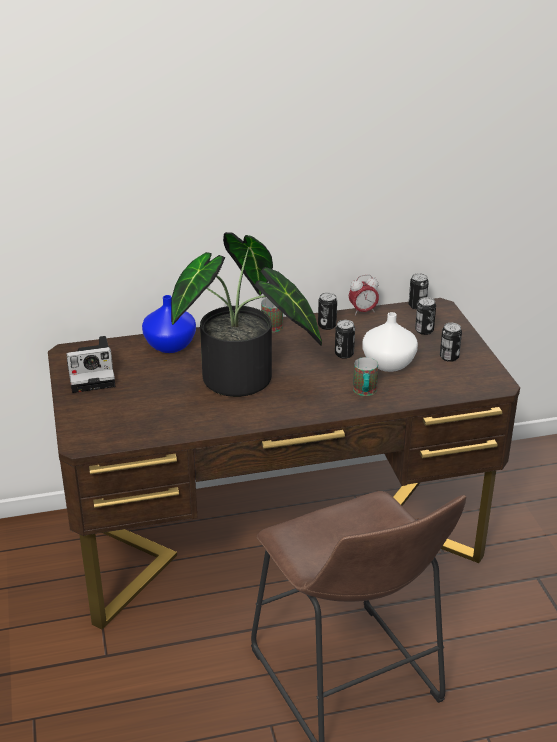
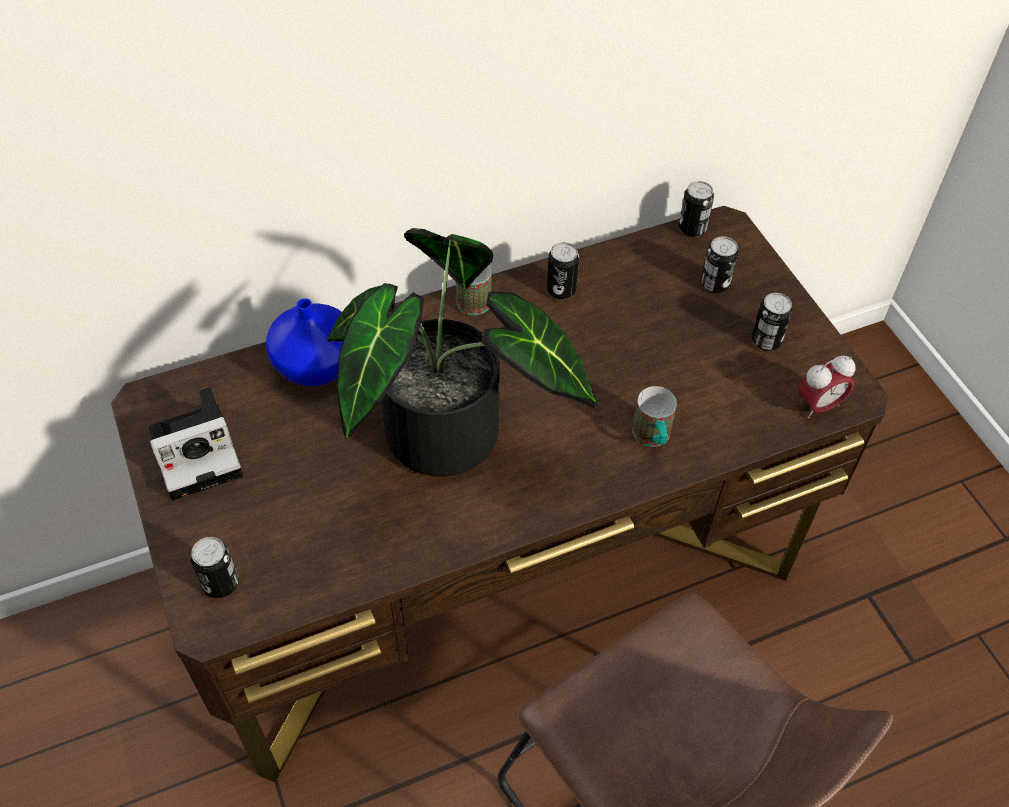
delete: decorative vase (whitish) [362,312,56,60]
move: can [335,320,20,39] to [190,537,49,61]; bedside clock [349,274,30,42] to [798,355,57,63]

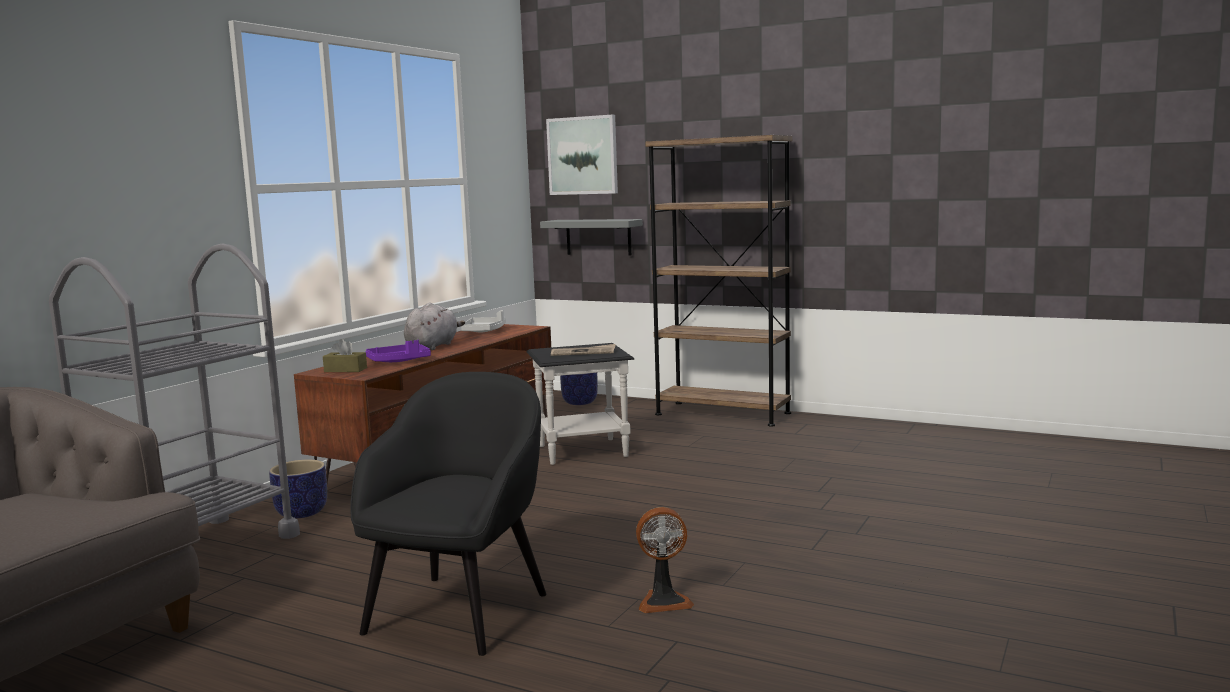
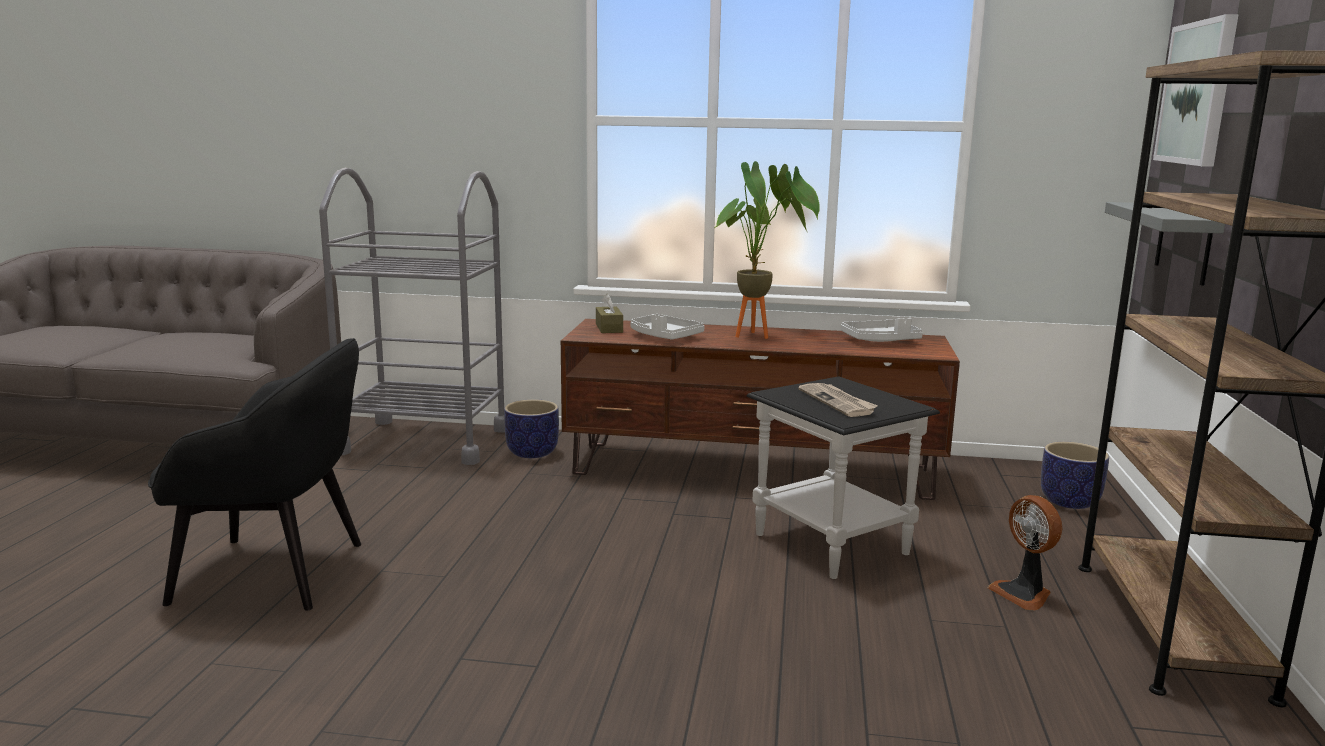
move: electric fan [636,507,58,106] to [988,495,74,115]
replace: soft toy (grey) [404,303,61,47] to plant in a pot [715,161,104,178]
recolor: serving tray (purplish) [365,340,66,22] to serving tray (grey) [630,314,75,26]

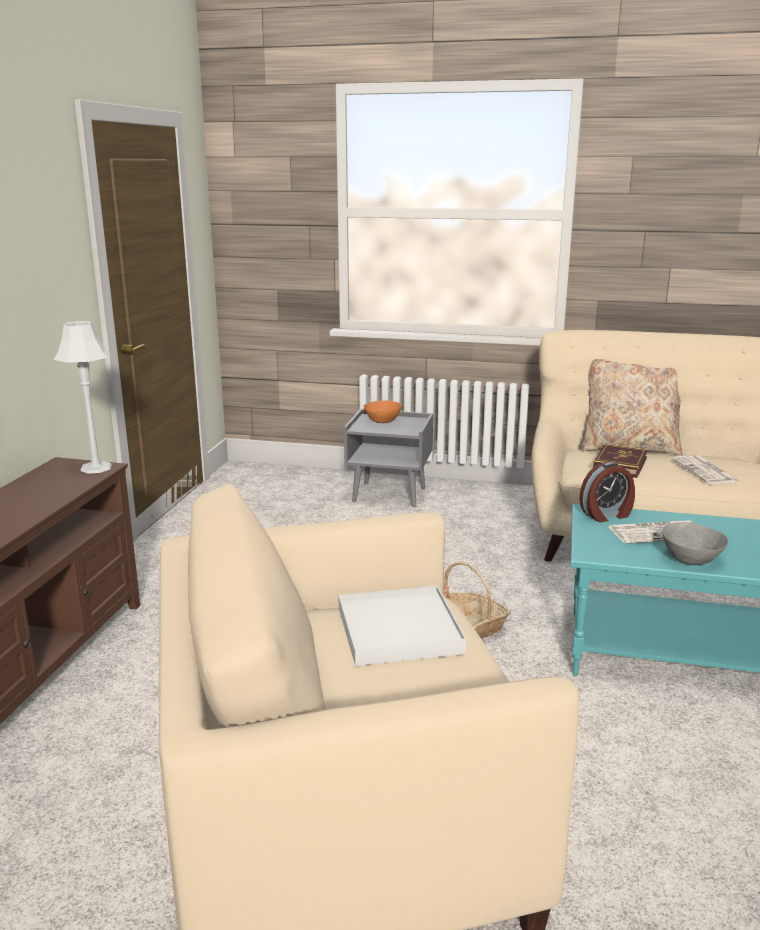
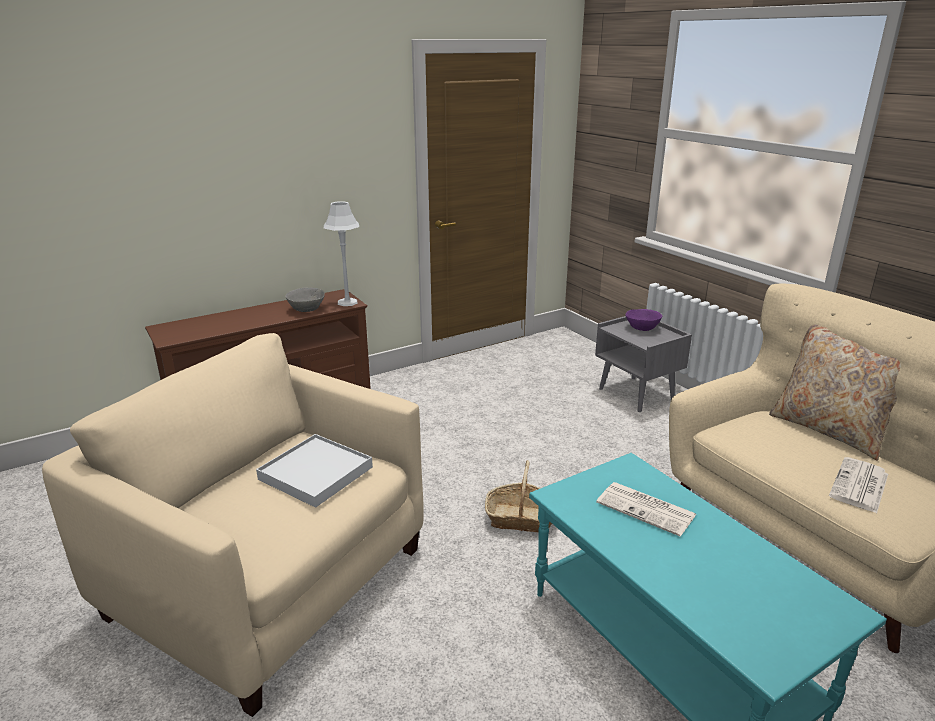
delete: bedside clock [579,462,56,60]; volume [593,444,55,34]
move: serving bowl (grey) [662,522,66,43] to [285,287,40,25]
recolor: serving bowl (orange-coloured) [363,401,39,22] to serving bowl (purplish) [626,309,36,22]

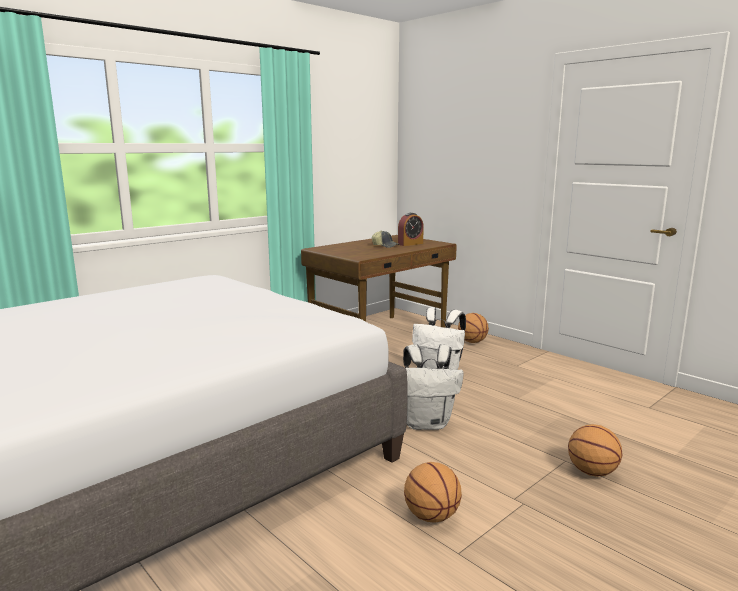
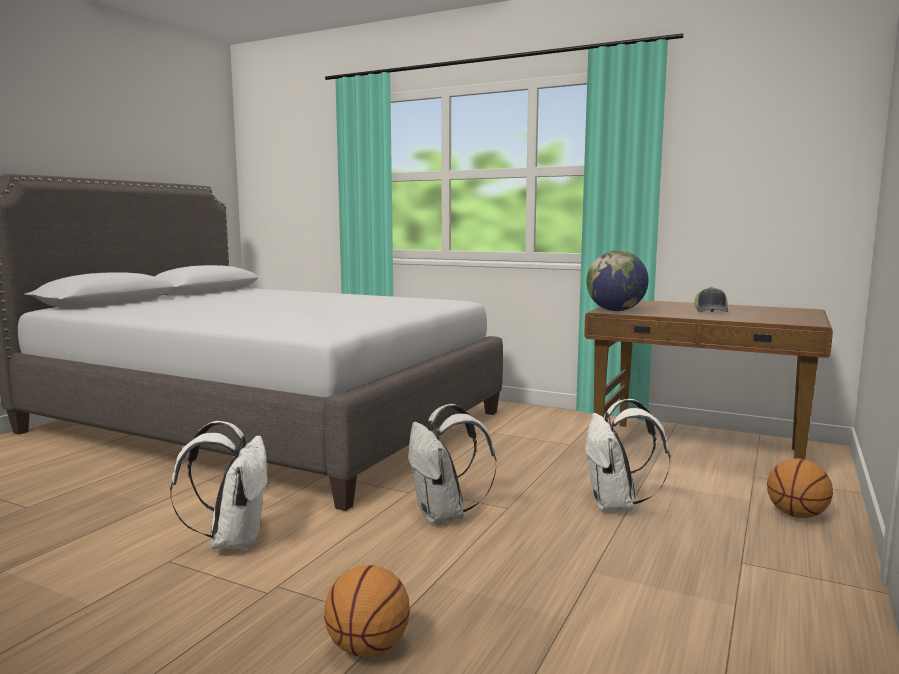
delete: bedside clock [398,213,26,33]
insert: world globe [586,250,63,61]
replace: basketball [404,462,58,61] to backpack (whitish) [170,421,99,129]

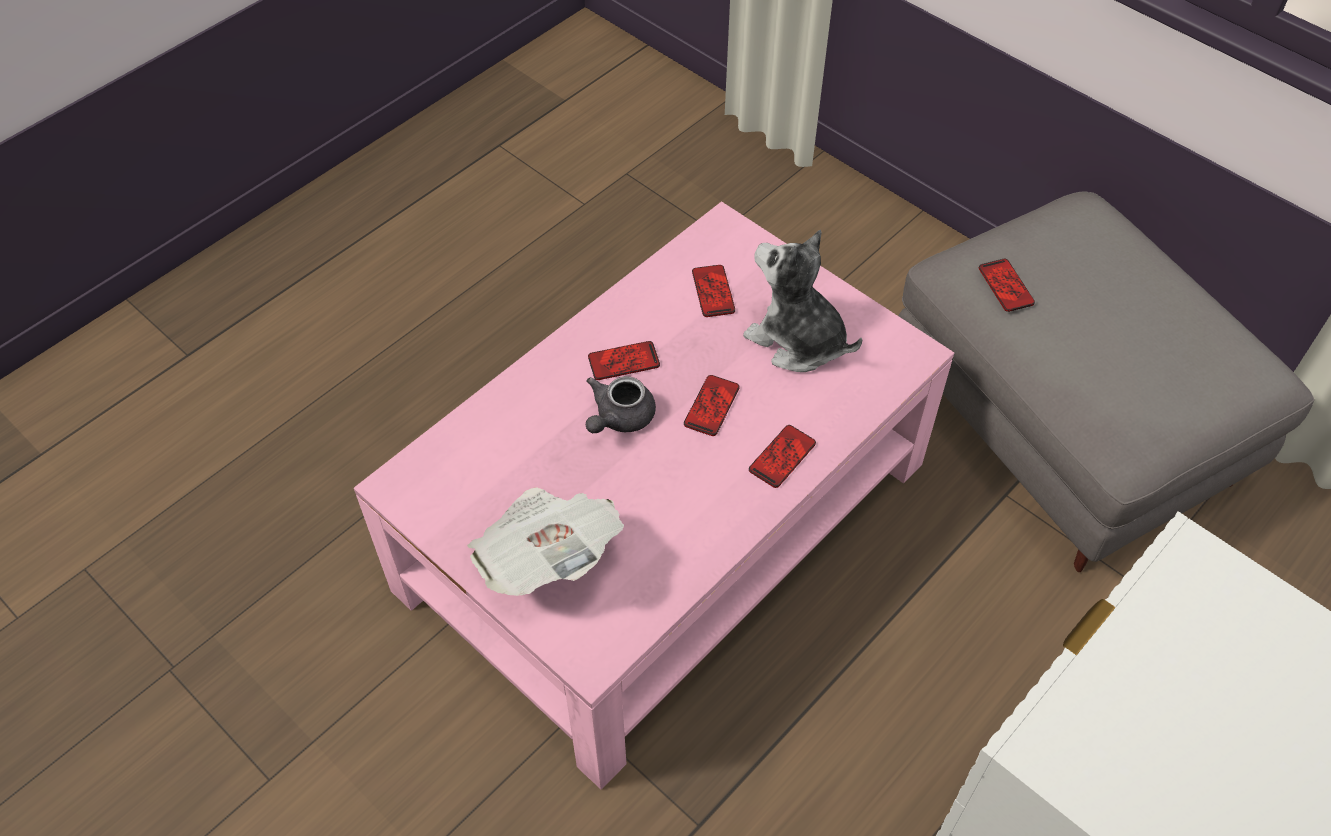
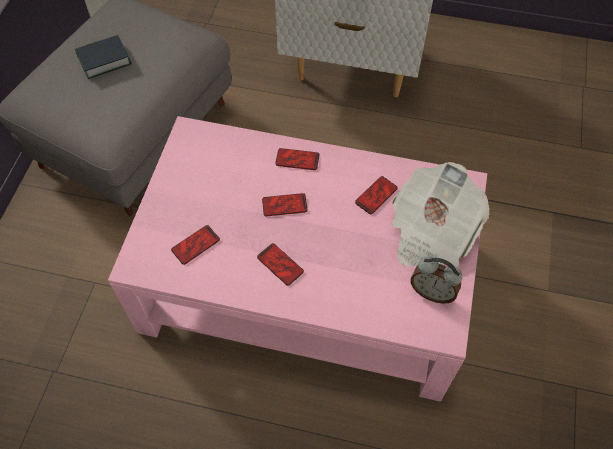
delete: pot for tea (grey) [586,376,70,57]; soft toy [743,230,119,142]
insert: volume [75,35,57,44]; bedside clock [411,256,51,48]
move: handset [979,259,56,53] to [355,176,43,38]

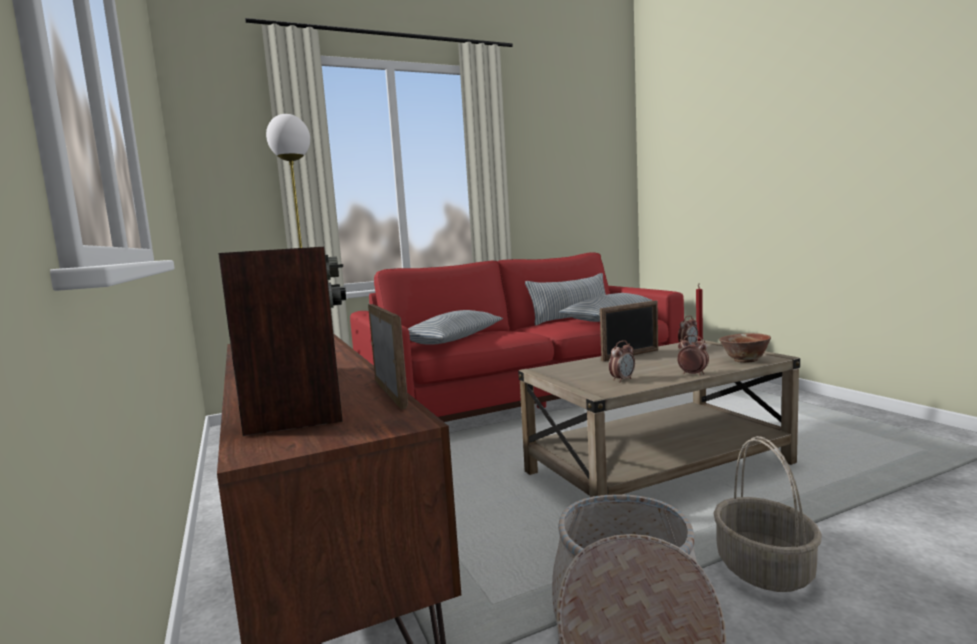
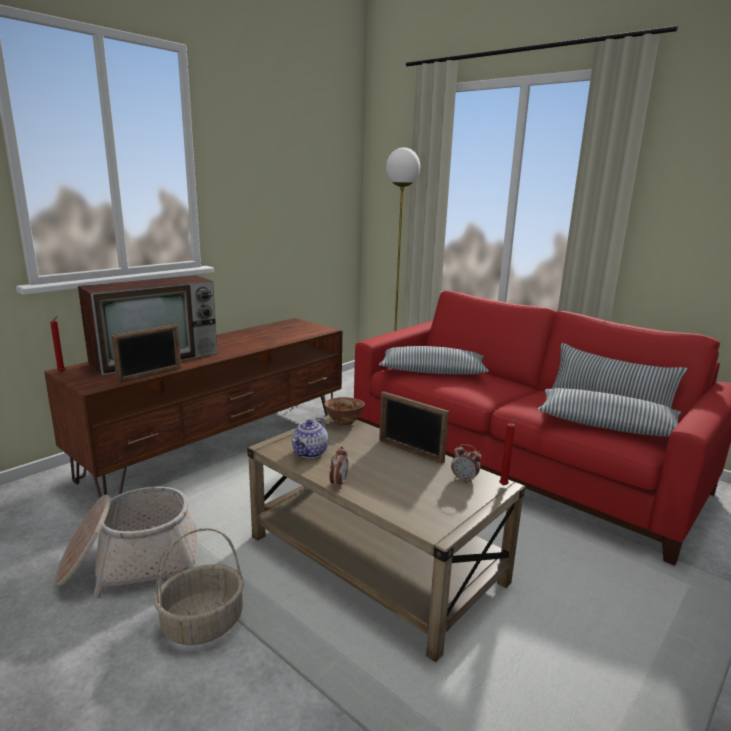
insert: wax light (red-coloured) [50,316,15,56]
move: serving bowl [719,333,52,30] to [324,397,41,28]
replace: bedside clock [609,340,26,42] to pot for tea [292,417,36,41]

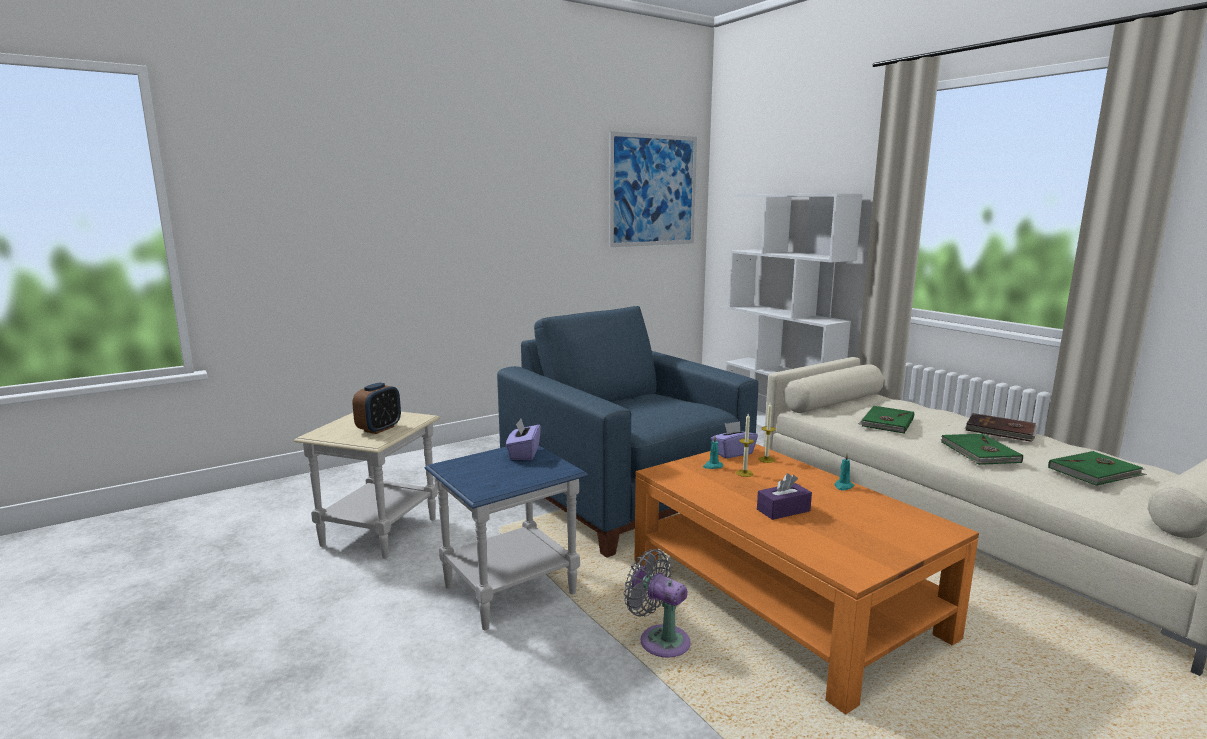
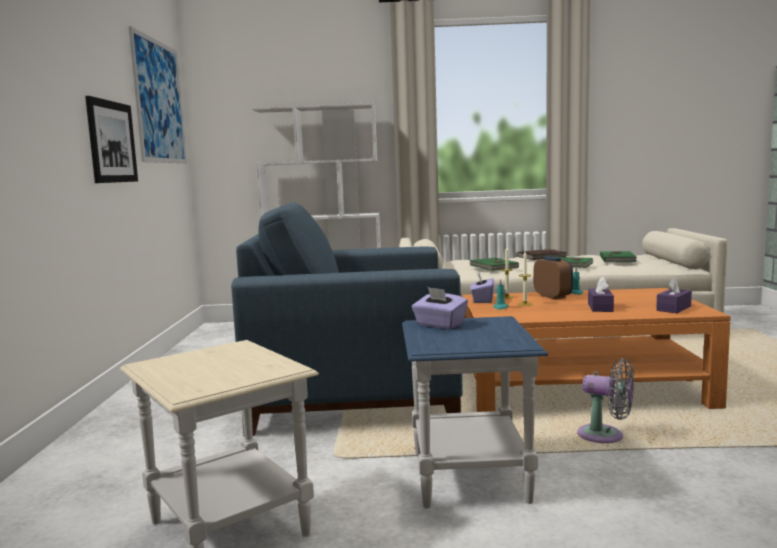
insert: wall art [85,96,53,87]; box of tissues (purplish) [656,276,36,37]
move: bedside clock [353,382,48,52] to [534,256,39,43]
rotate: electric fan (grey) [624,549,67,109] = [577,358,57,85] 135 degrees counterclockwise

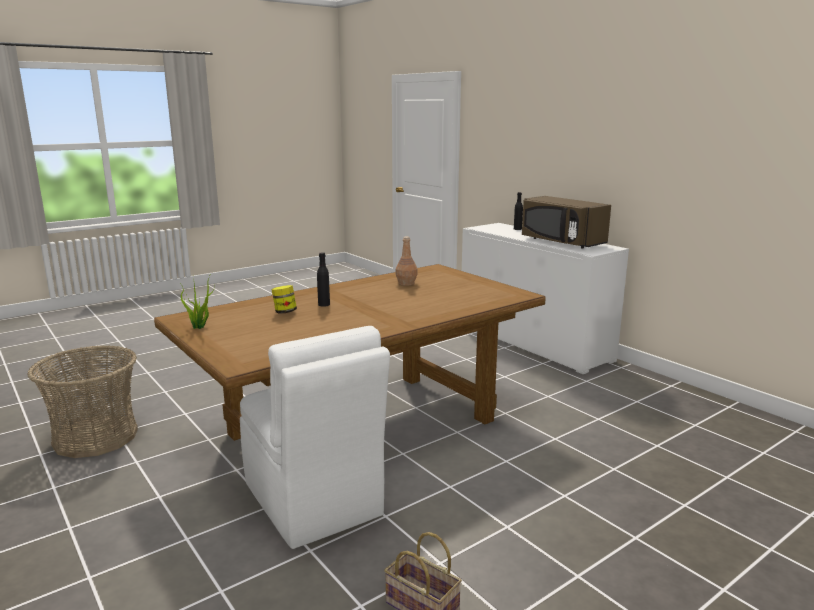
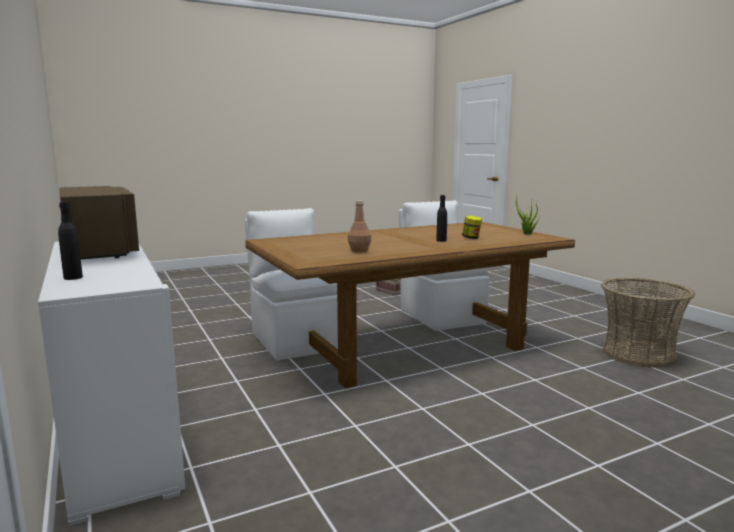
insert: chair (whitish) [245,208,93,152]

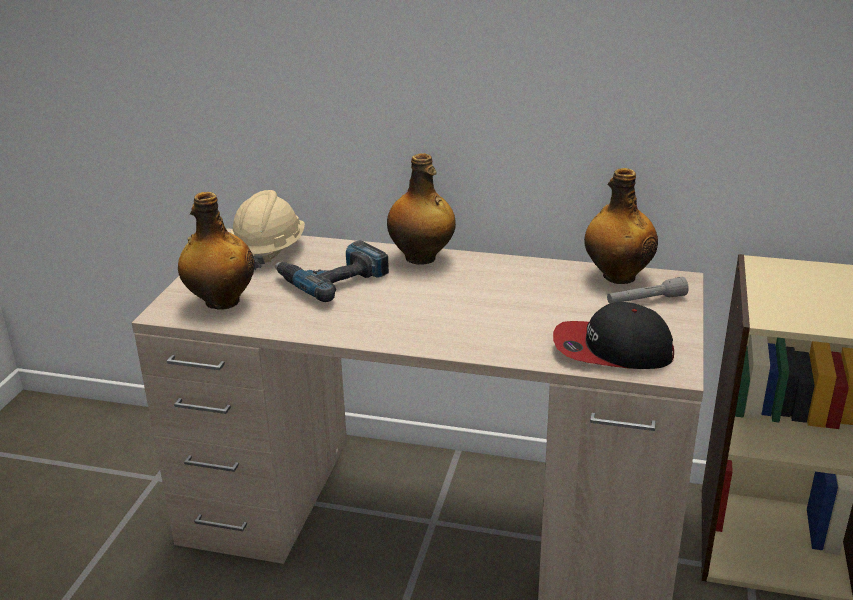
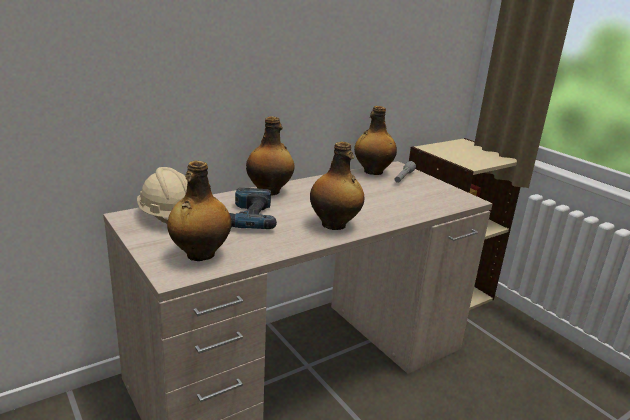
delete: baseball cap [553,302,121,67]
insert: beverage bottle [310,142,54,88]

